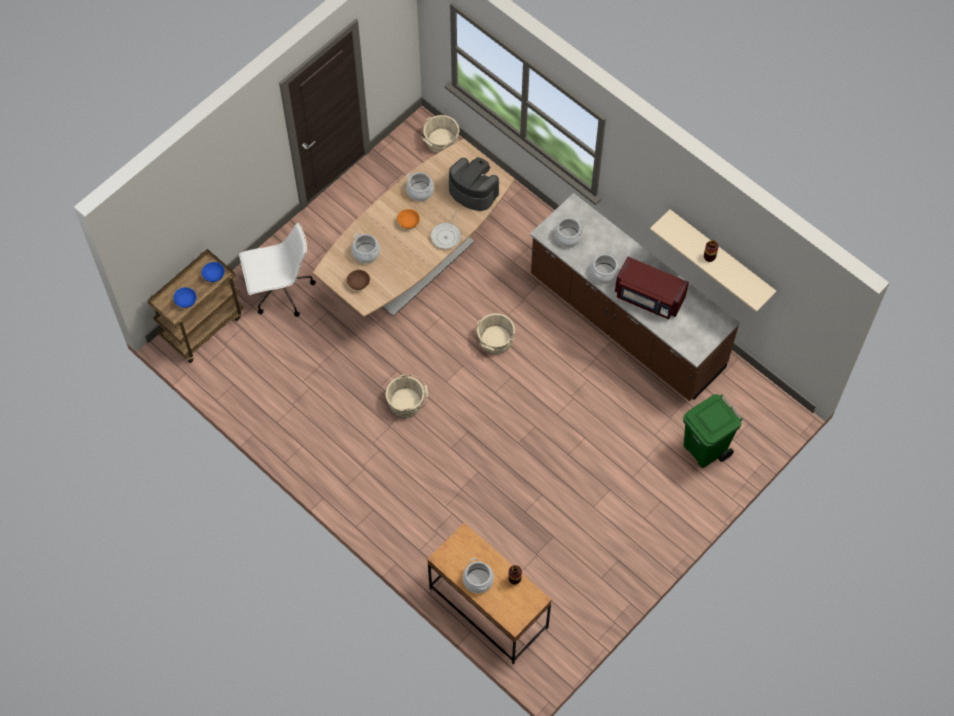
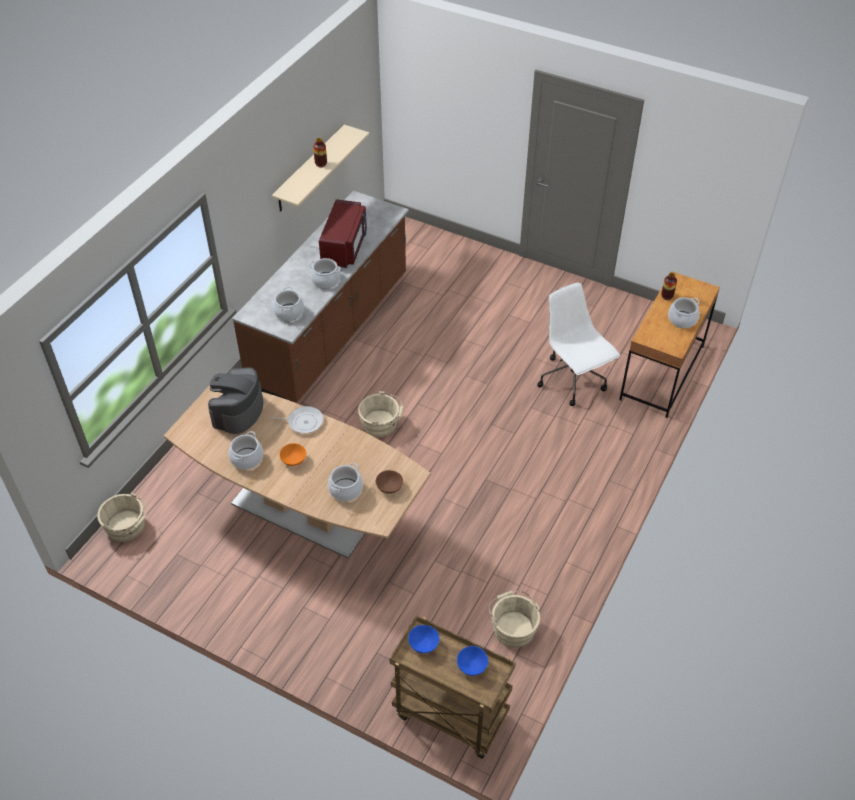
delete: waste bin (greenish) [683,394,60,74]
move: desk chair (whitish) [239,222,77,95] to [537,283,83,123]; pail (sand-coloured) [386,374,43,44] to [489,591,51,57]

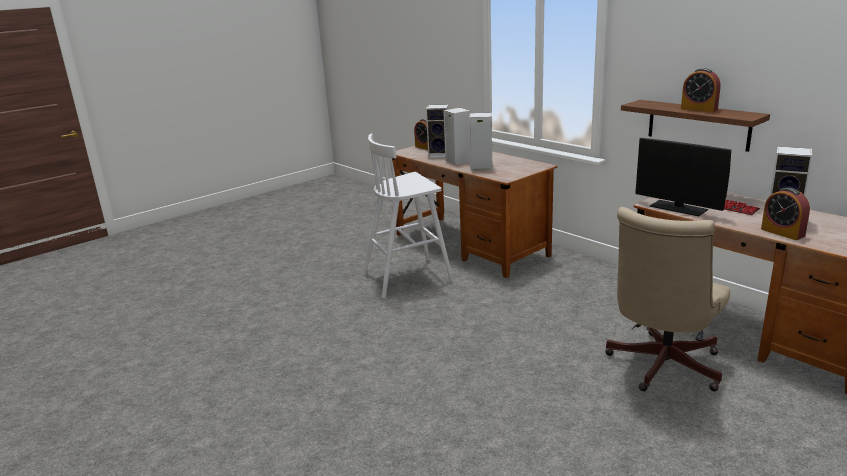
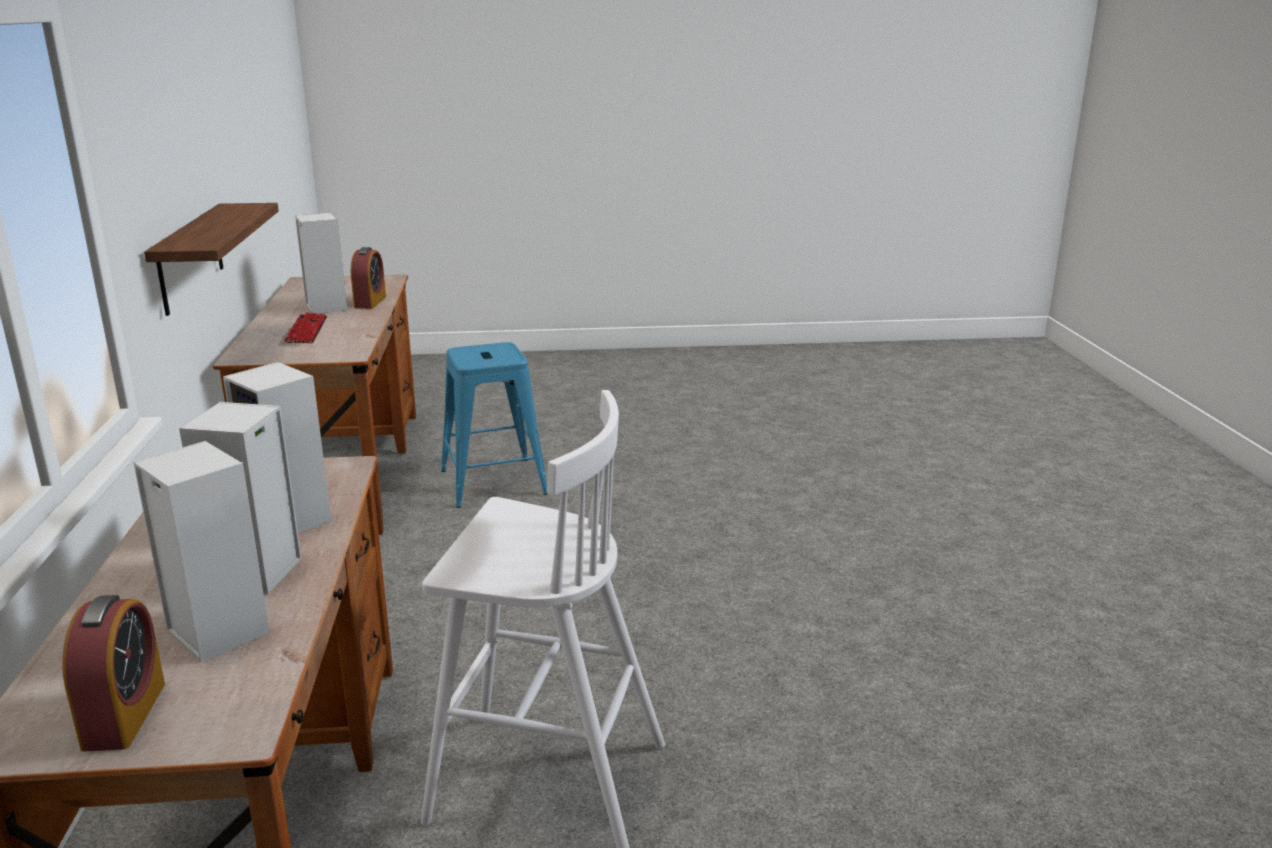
delete: monitor [635,138,96,78]; bedside clock [681,68,40,44]
replace: desk chair (sand-coloured) [605,207,125,184] to sitting stool (blue-coloured) [441,342,106,166]

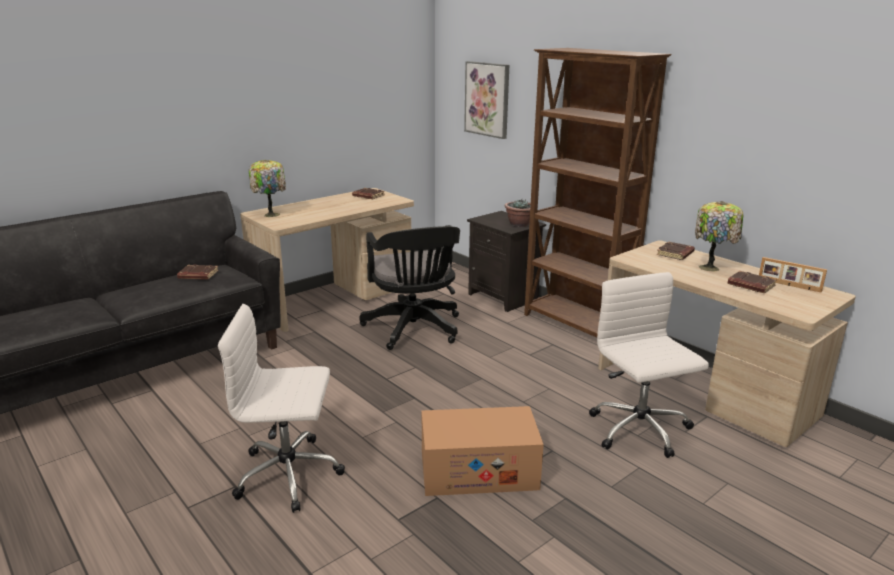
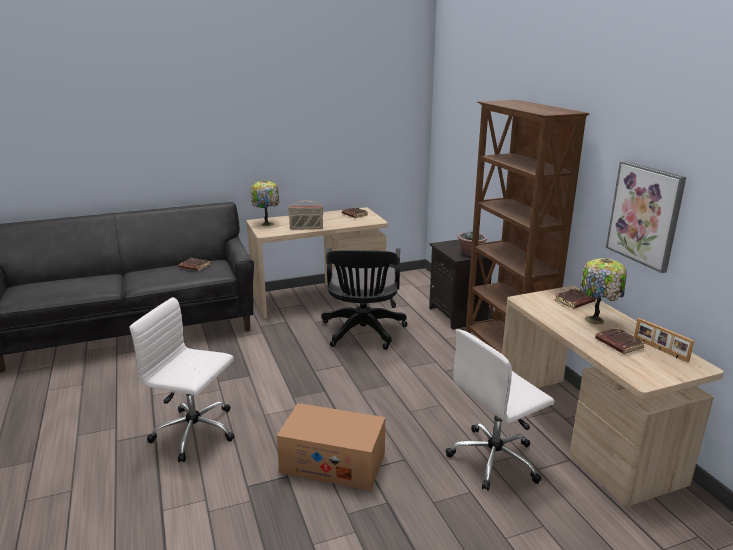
insert: radio receiver [289,201,34,29]
move: wall art [464,61,45,78] to [606,161,80,112]
rotate: desk chair (whitish) [589,272,120,186] = [446,329,108,162] 120 degrees counterclockwise

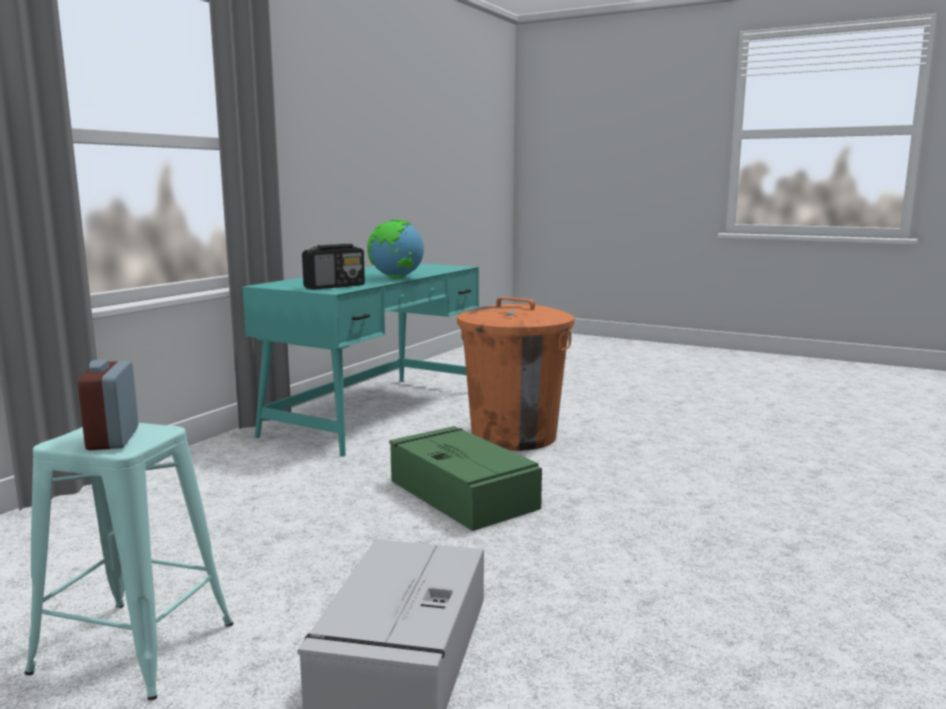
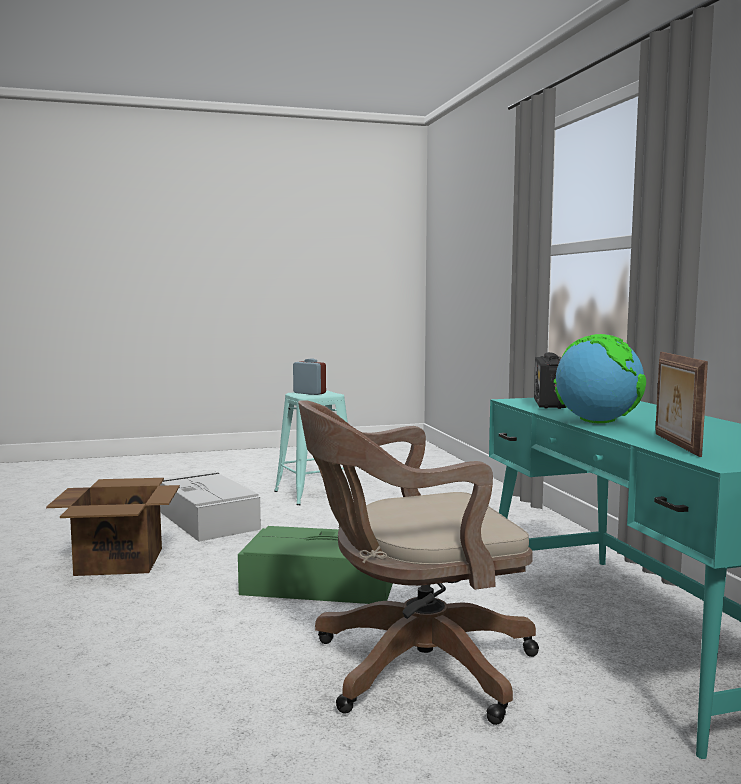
insert: packing box [46,478,134,98]; photo frame [655,352,53,105]
replace: waste bin (orange-coloured) [457,297,117,154] to desk chair (brown) [298,400,241,325]

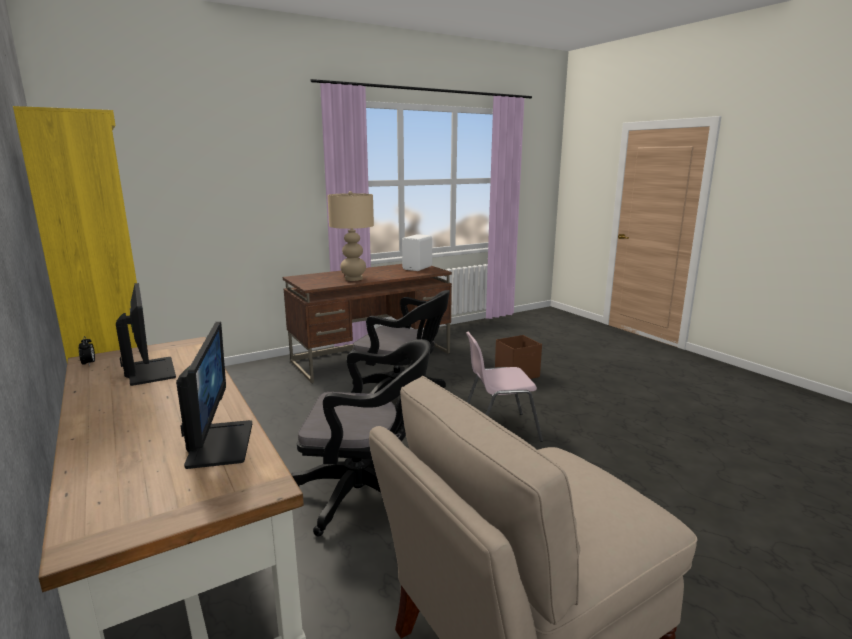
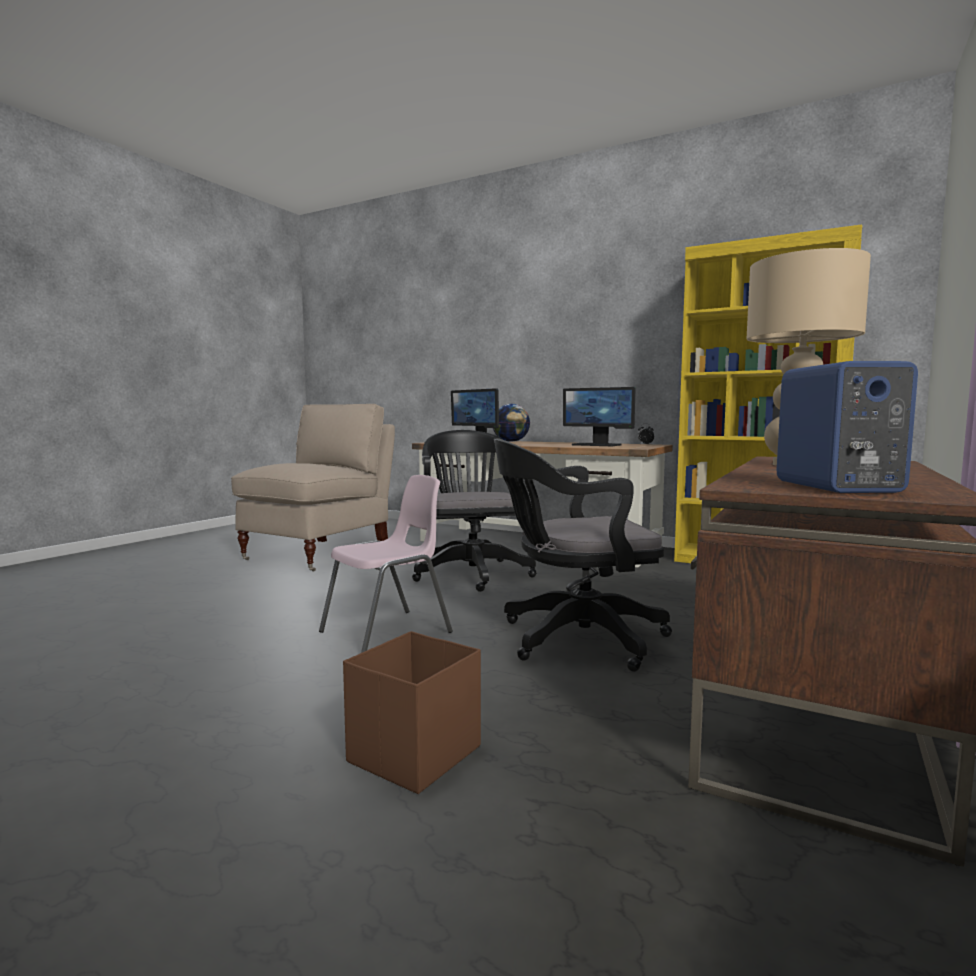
insert: world globe [493,404,37,38]
recolor: loudspeaker (whitish) [402,234,30,37] to loudspeaker (blue-coloured) [776,361,142,132]
rotate: desk chair (black) [291,339,140,198] = [412,430,125,162] 105 degrees clockwise

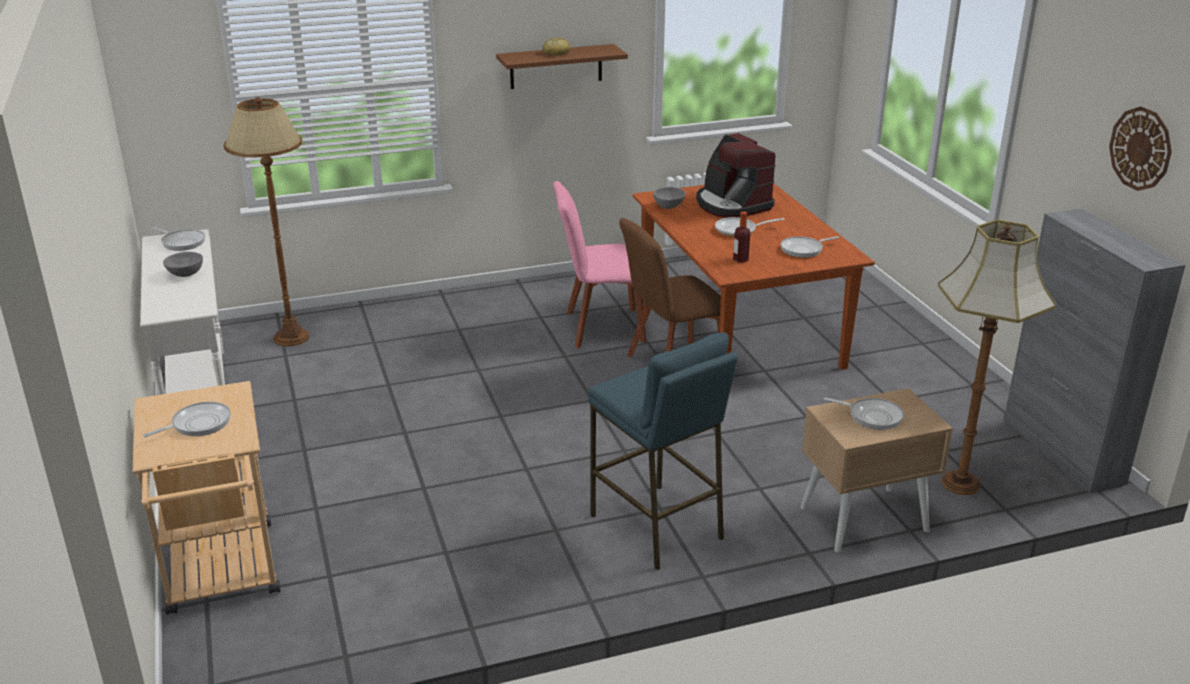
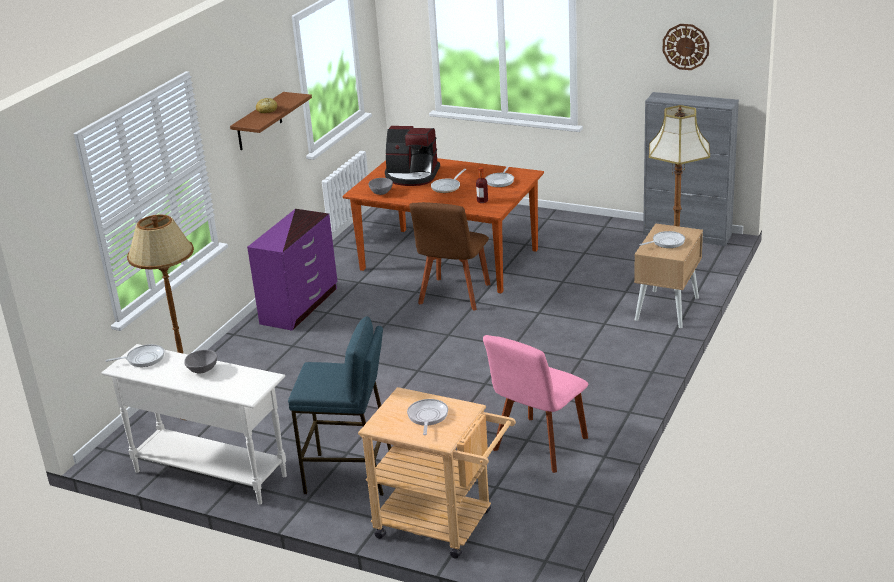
insert: drawer chest (purplish) [247,209,90,122]
move: chair (pink-coloured) [553,181,93,167] to [483,335,105,138]; sitting stool (blue-coloured) [588,332,150,238] to [288,316,104,180]

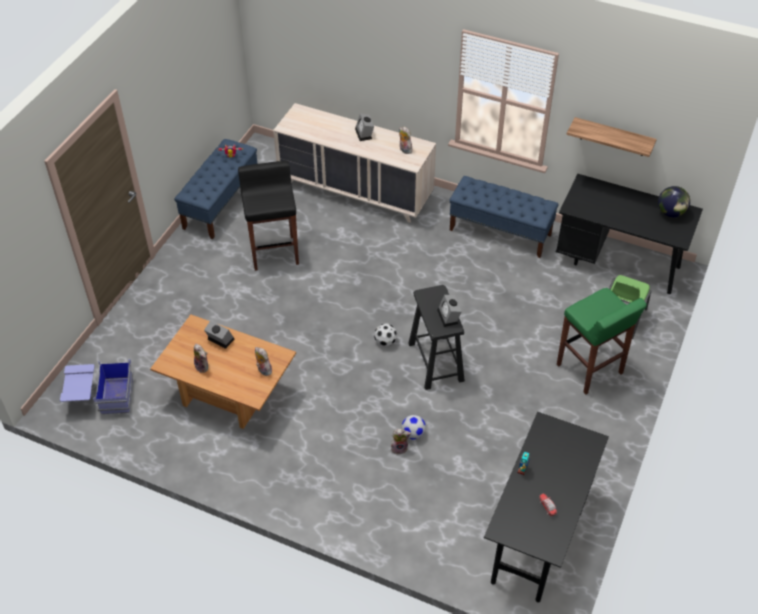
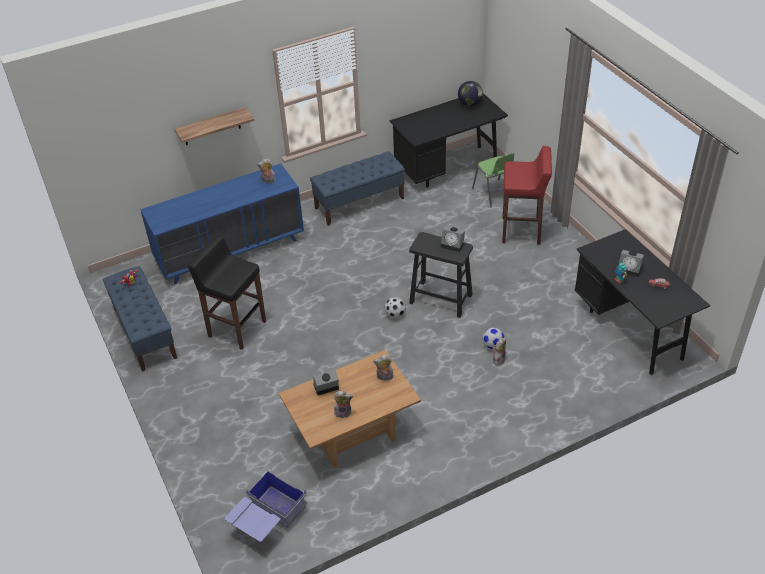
move: bedside clock [355,114,19,27] to [619,250,25,27]; shelf [567,117,90,40] to [174,107,80,38]
recolor: drawer chest (sand-coloured) [273,103,163,120] to drawer chest (blue-coloured) [140,163,164,121]; sitting stool (greenish) [557,288,90,106] to sitting stool (red-coloured) [502,146,50,99]

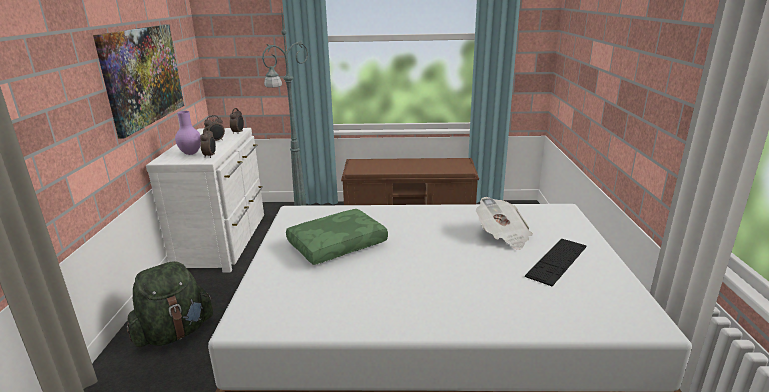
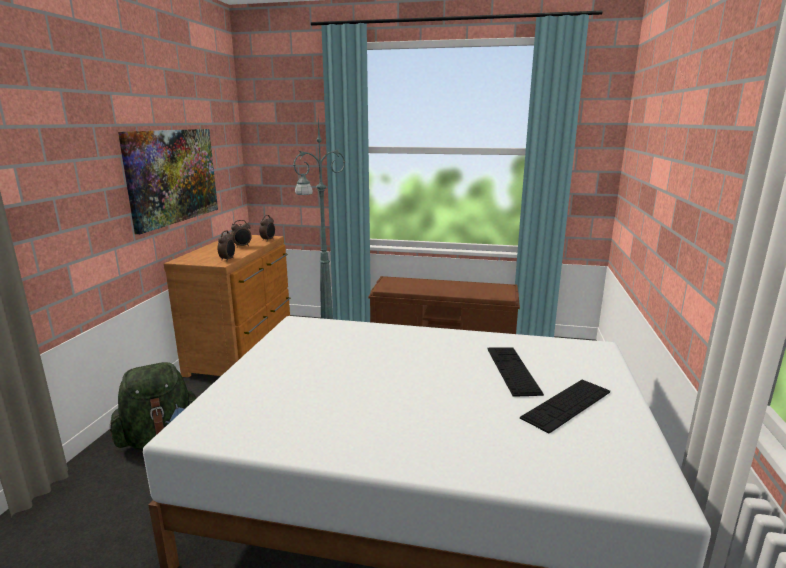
delete: decorative vase (purplish) [175,111,26,44]; pillow (greenish) [286,209,102,56]
replace: newspaper [476,197,57,53] to PC keyboard [487,347,57,50]
recolor: drawer chest (whitish) [146,128,118,145] to drawer chest (brown) [164,235,126,142]

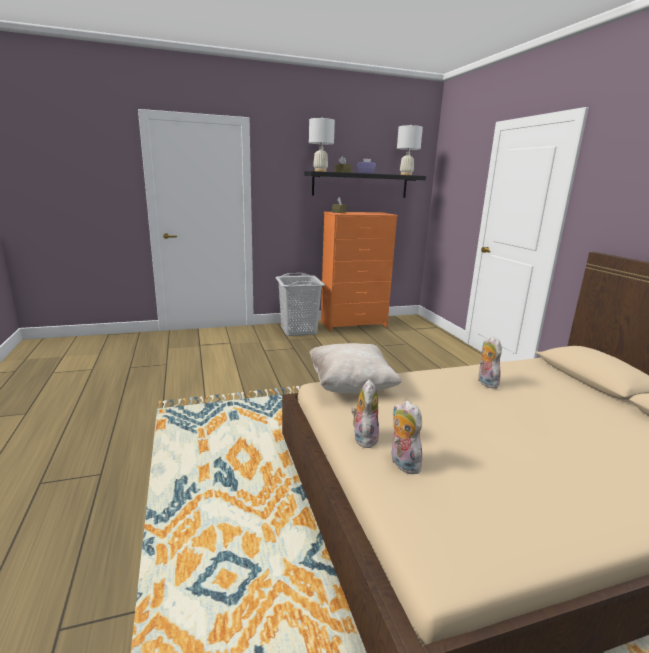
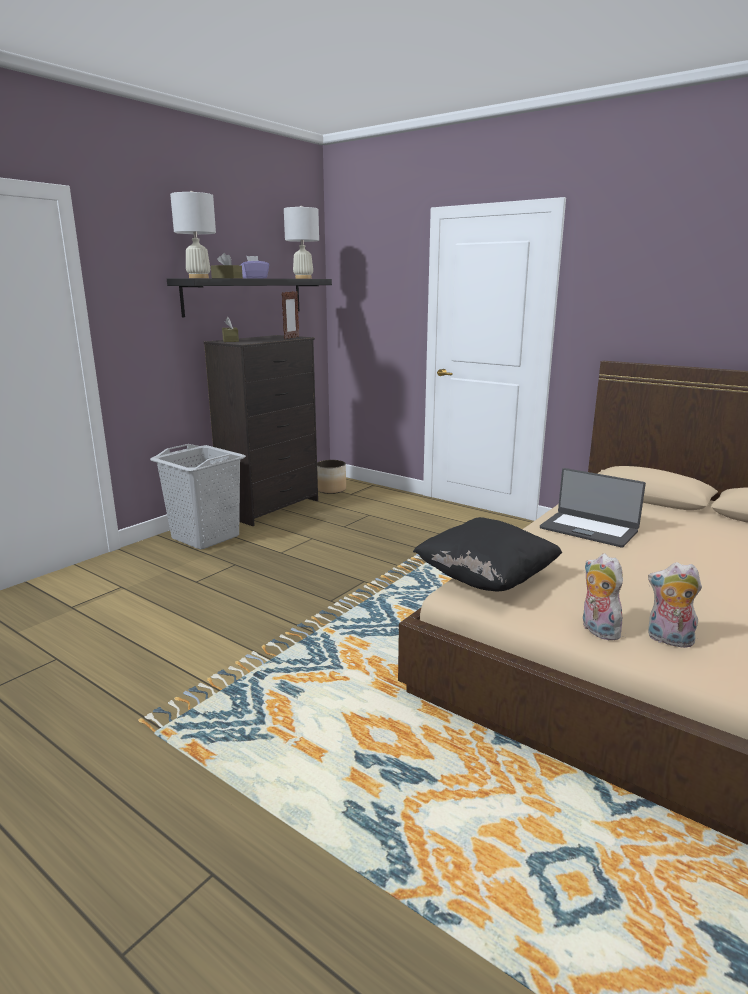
insert: photo frame [281,291,18,49]; plant pot [317,460,29,34]
replace: soft toy [478,336,24,53] to laptop [540,468,106,80]
recolor: pillow (sand-coloured) [309,343,92,51] to pillow (black) [413,517,149,74]; drawer chest (orange-coloured) [321,212,77,120] to drawer chest (black) [204,335,114,191]

